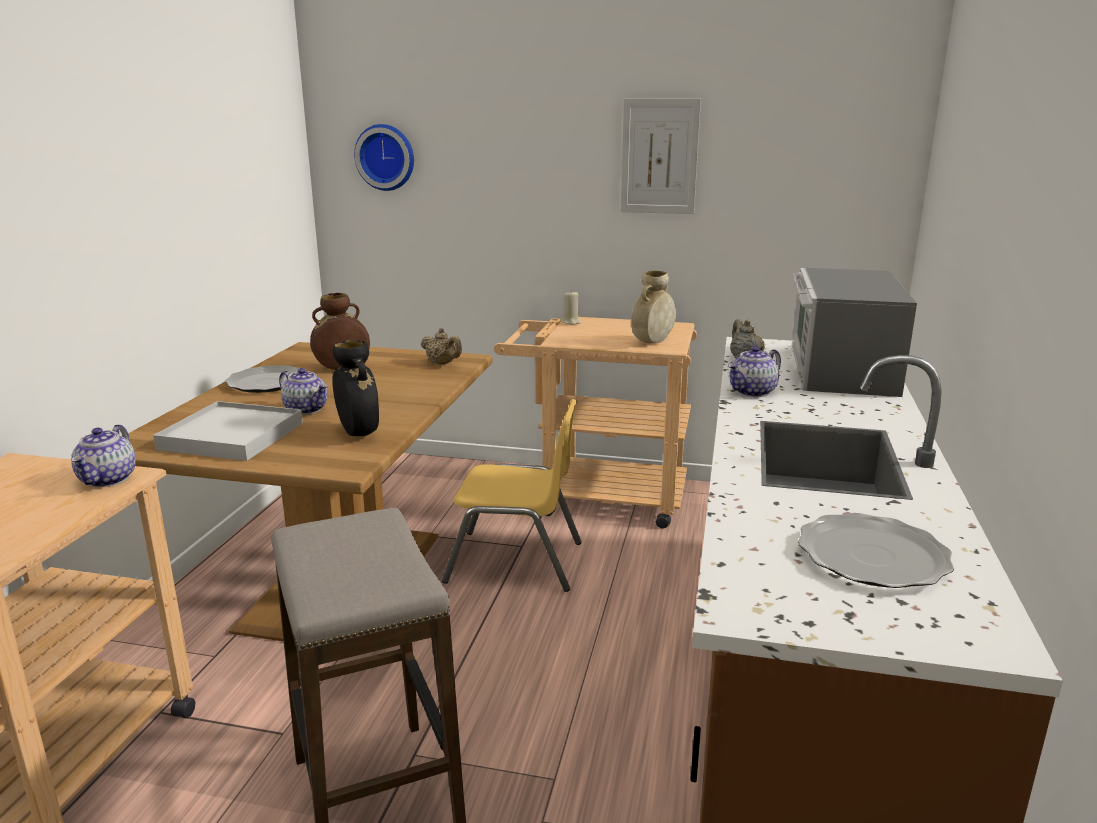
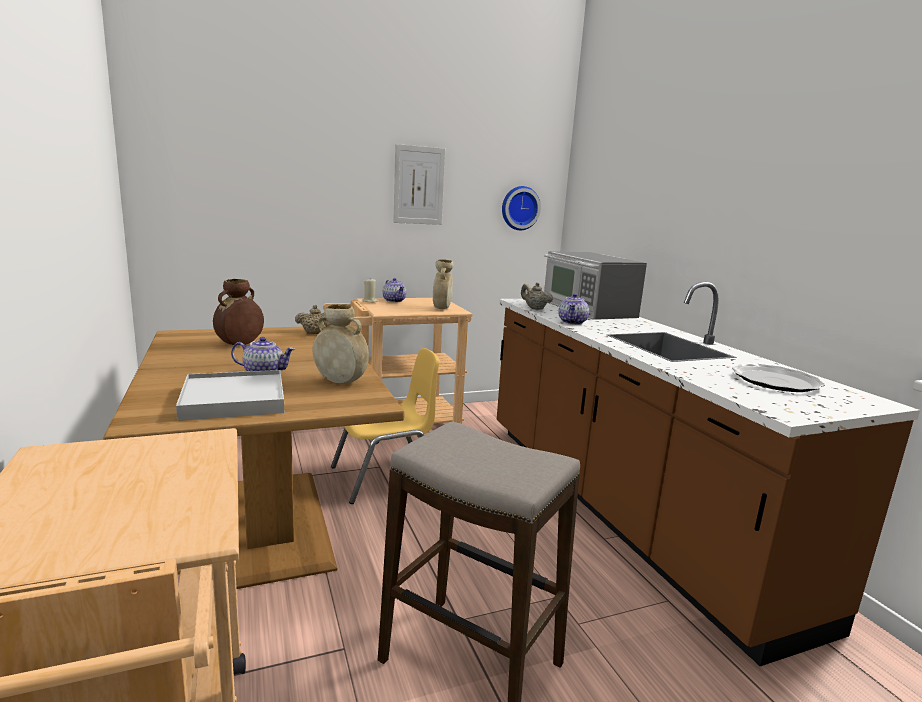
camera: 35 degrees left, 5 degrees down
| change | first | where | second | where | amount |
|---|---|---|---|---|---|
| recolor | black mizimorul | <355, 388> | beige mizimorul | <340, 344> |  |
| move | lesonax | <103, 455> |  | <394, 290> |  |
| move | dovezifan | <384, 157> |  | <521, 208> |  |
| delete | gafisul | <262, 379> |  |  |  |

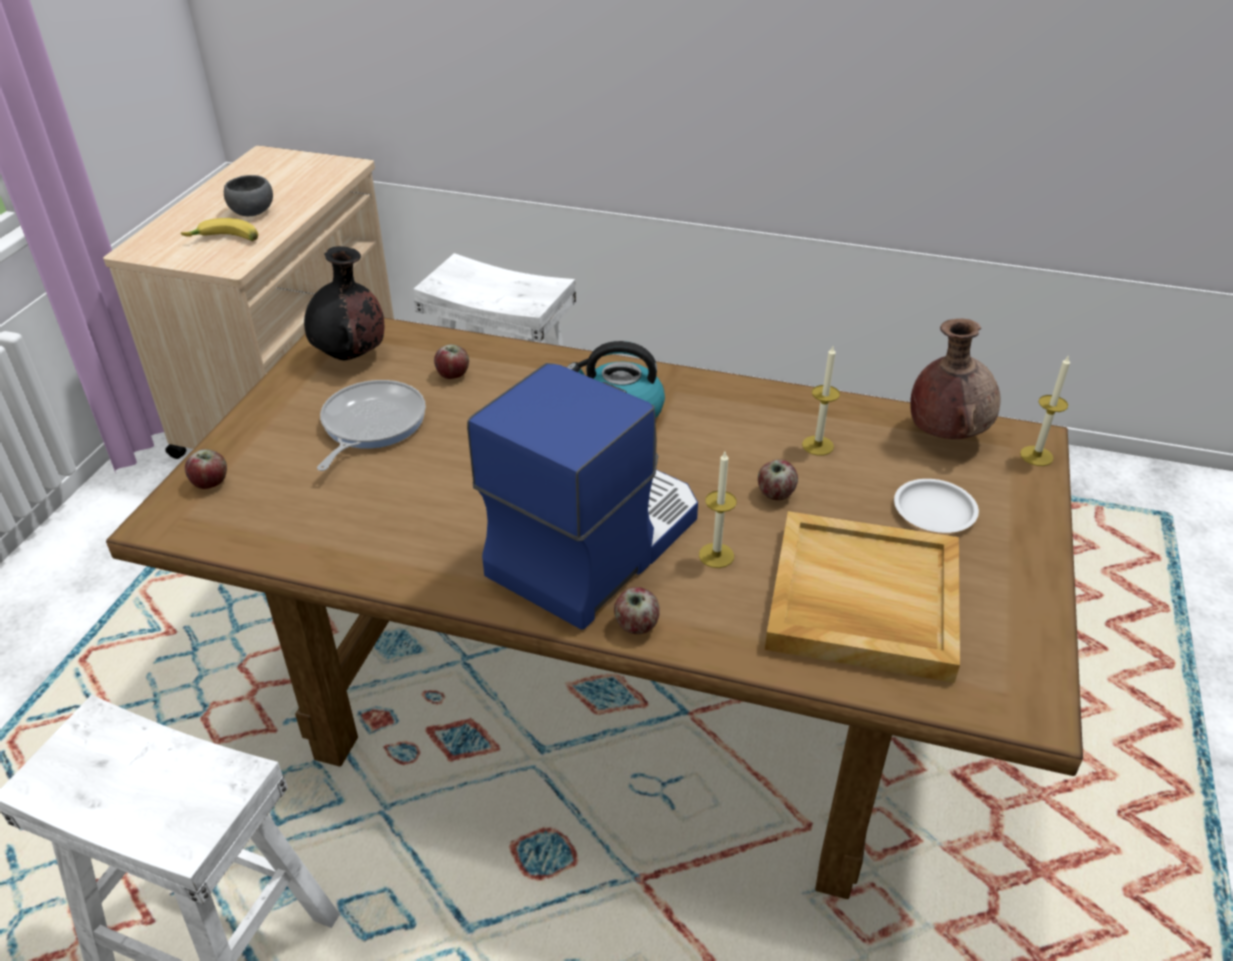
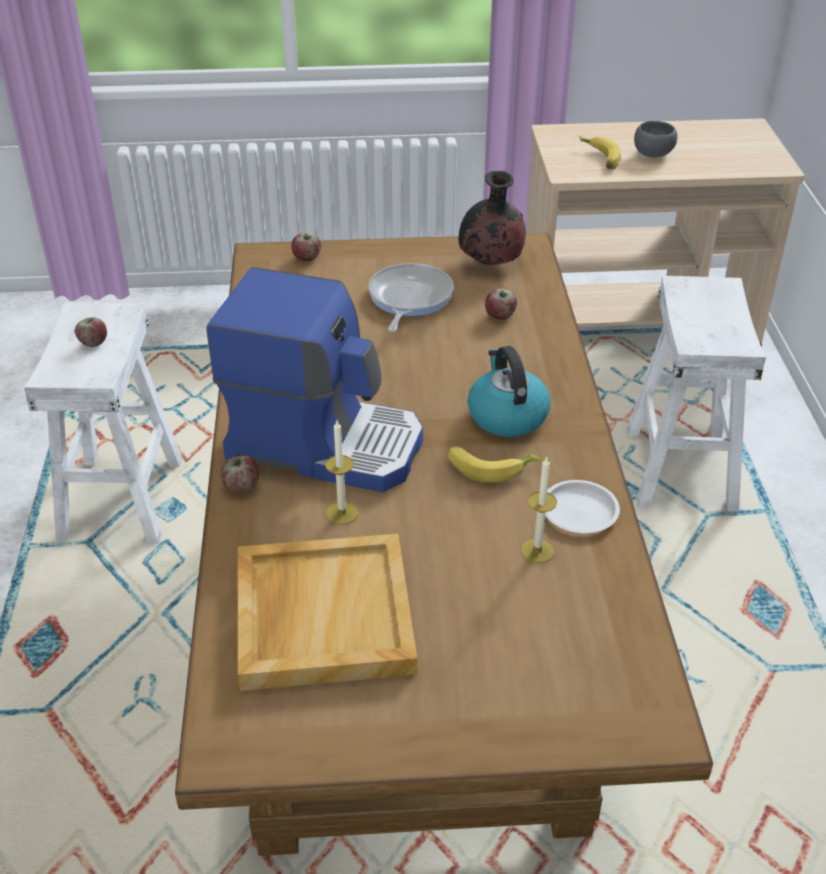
camera: 70 degrees right, 0 degrees up
| change | first | where | second | where | amount |
|---|---|---|---|---|---|
| move | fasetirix | <778, 479> |  | <91, 332> |  |
| rotate | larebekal | <371, 425> |  | <411, 297> | 75 degrees counterclockwise |
| insert |  |  | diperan | <495, 464> |  |
| move | white gafisul | <936, 506> |  | <582, 506> |  |
| delete | brown mizimorul | <955, 379> |  |  |  |
| delete | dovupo | <1045, 410> |  |  |  |

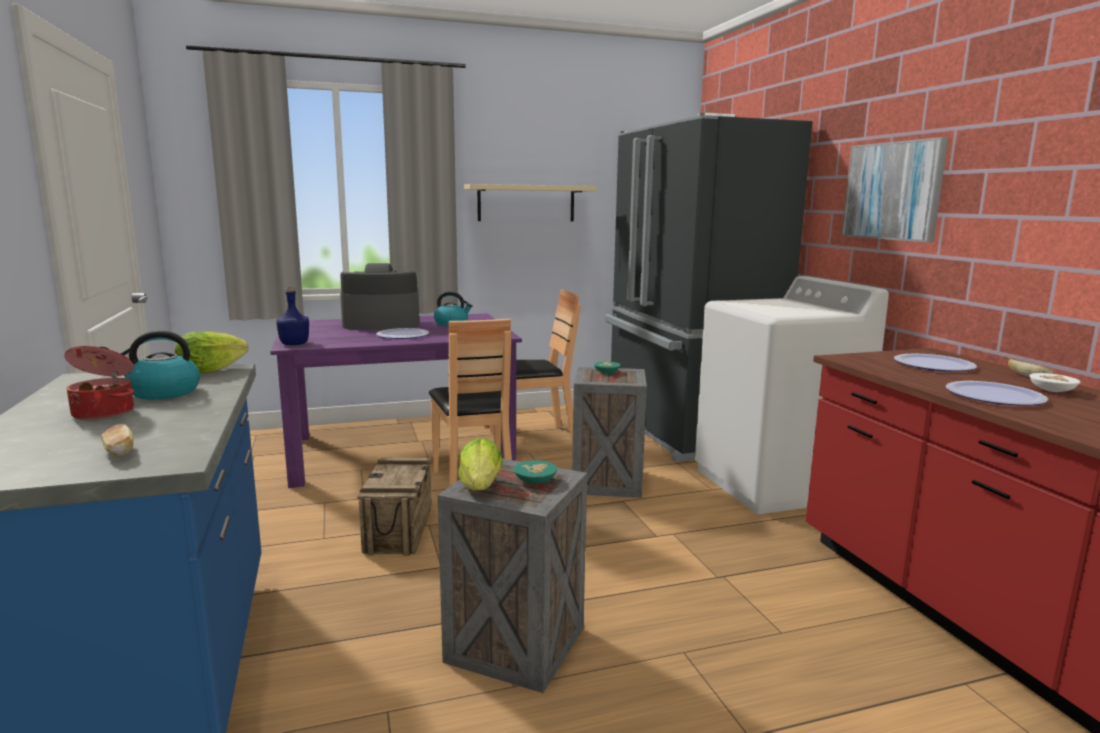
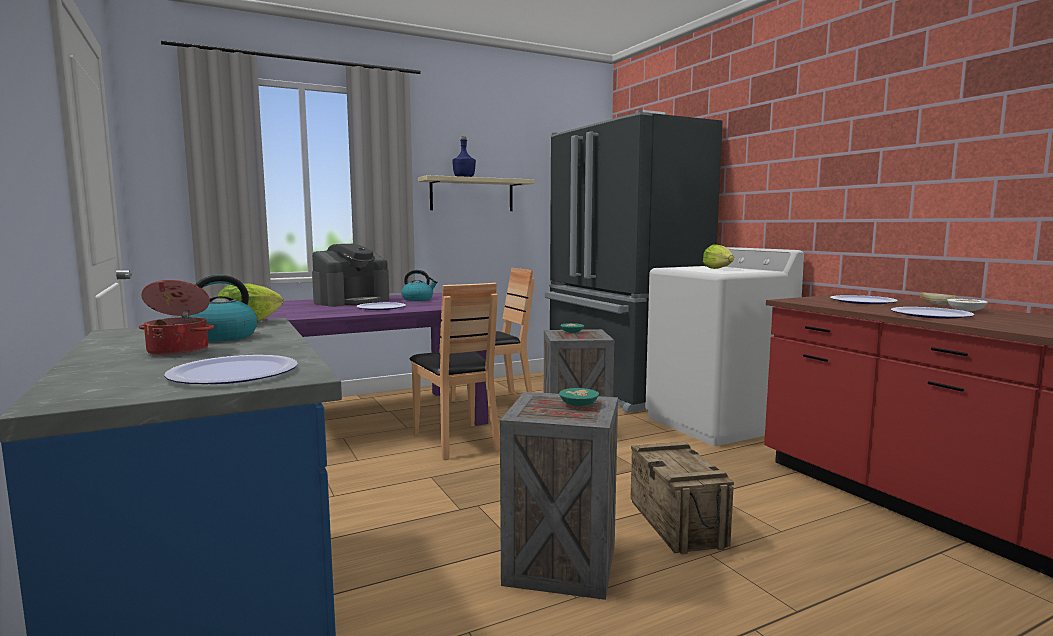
camera: 10 degrees left, 5 degrees down
| change | first | where | second | where | amount |
|---|---|---|---|---|---|
| replace | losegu | <118, 440> | gafisul | <231, 369> |  |
| rotate | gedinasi | <379, 296> |  | <350, 275> | 150 degrees clockwise |
| move | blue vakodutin | <292, 316> |  | <464, 156> |  |
| move | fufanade | <394, 506> |  | <682, 498> |  |
| move | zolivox | <480, 464> |  | <718, 256> |  |
| delete | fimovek | <895, 189> |  |  |  |

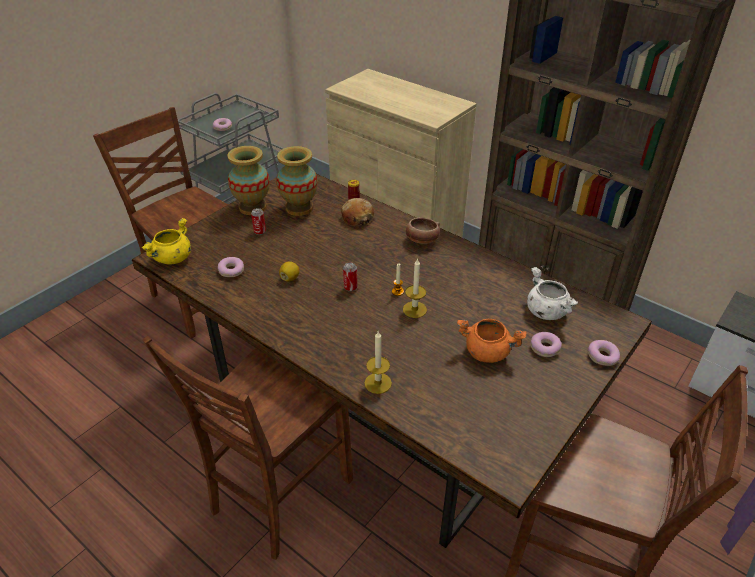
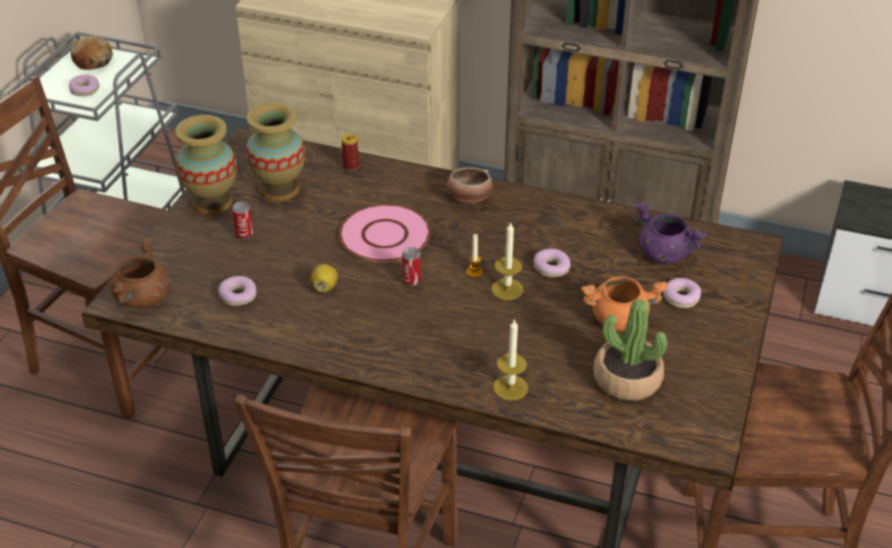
camera: 20 degrees left, 0 degrees up
| change | first | where | second | where | amount |
|---|---|---|---|---|---|
| move | losegu | <357, 212> |  | <92, 53> |  |
| recolor | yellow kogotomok | <166, 241> | brown kogotomok | <140, 273> |  |
| insert |  |  | pink gafisul | <385, 233> |  |
| move | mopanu | <604, 353> |  | <552, 263> |  |
| insert |  |  | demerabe | <630, 350> |  |
| recolor | white kogotomok | <552, 293> | purple kogotomok | <671, 233> |  |

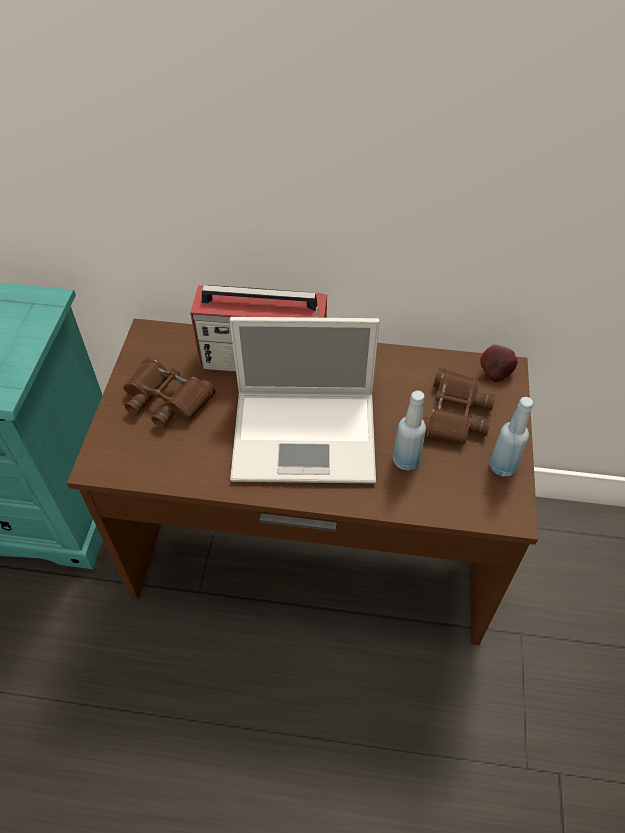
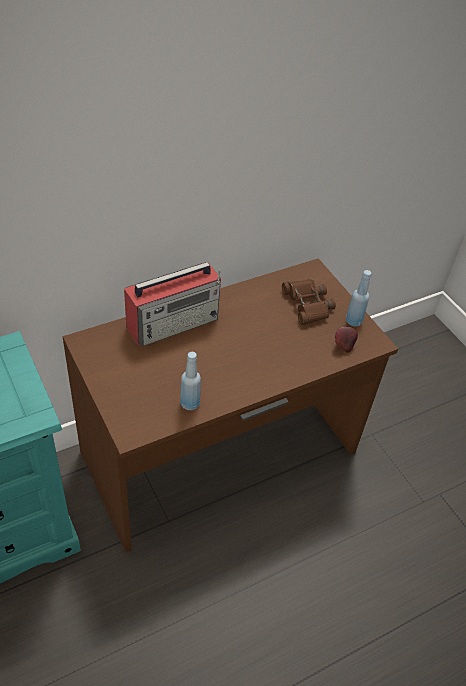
camera: 40 degrees left, 5 degrees down
| change | first | where | second | where | amount |
|---|---|---|---|---|---|
| move | blue vakodutin | <409, 430> |  | <190, 381> |  |
| move | fasetirix | <499, 363> |  | <346, 340> |  |
| delete | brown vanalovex | <169, 392> |  |  |  |
| delete | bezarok | <305, 400> |  |  |  |

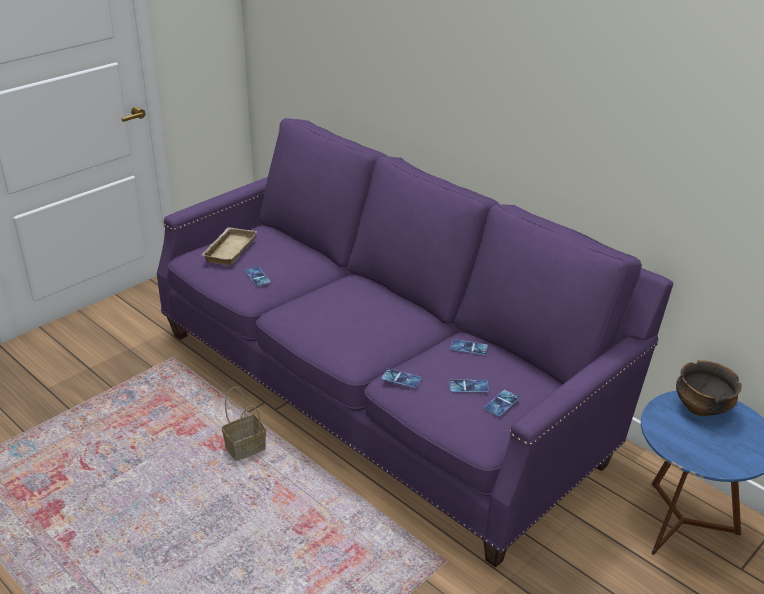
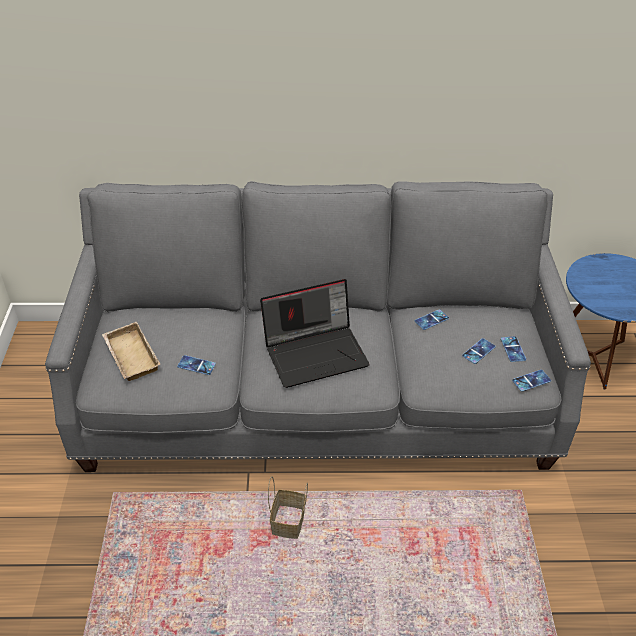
camera: 45 degrees left, 10 degrees up
| change | first | where | second | where | amount |
|---|---|---|---|---|---|
| recolor | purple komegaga | <415, 342> | grey komegaga | <318, 326> |  |
| insert |  |  | bezarok | <315, 333> |  |
| move | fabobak | <401, 378> |  | <531, 381> |  |
| delete | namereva | <709, 388> |  |  |  |

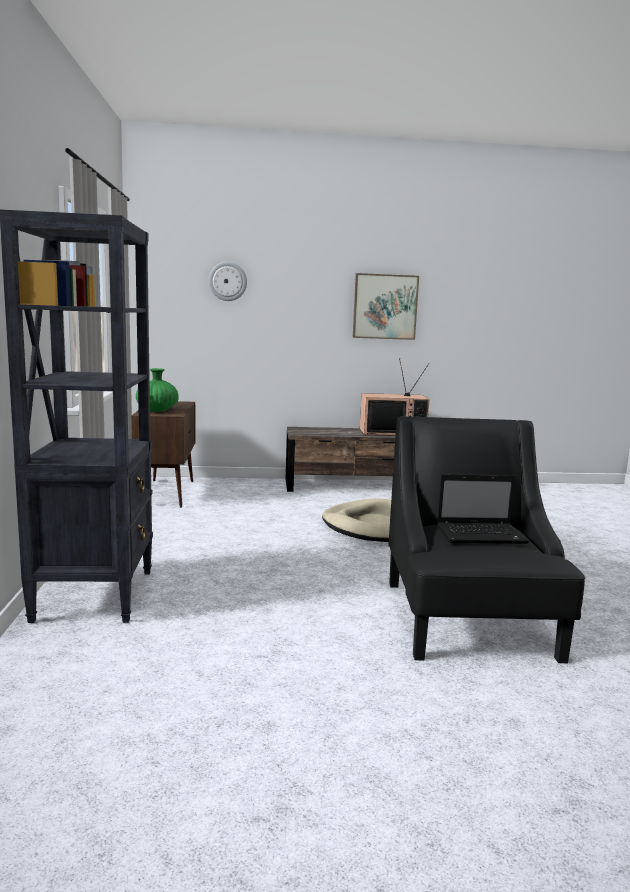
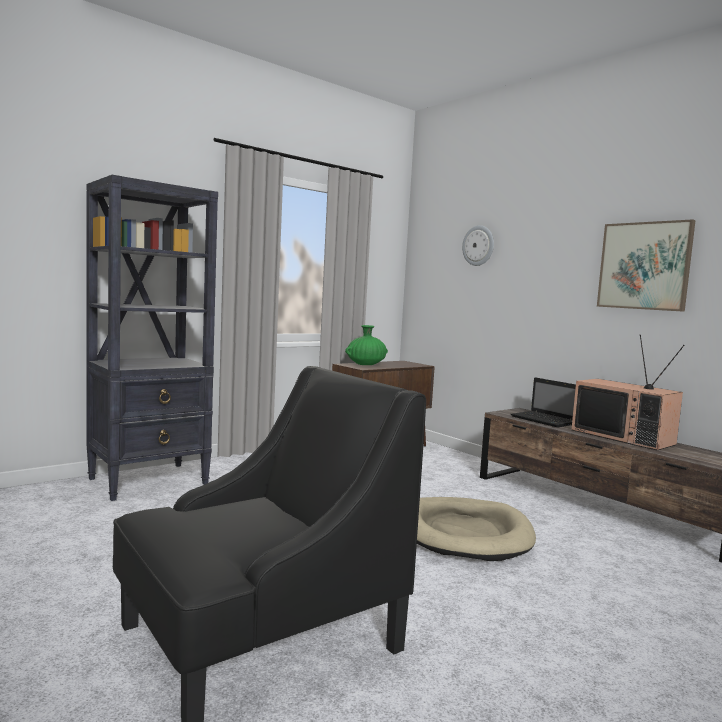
camera: 55 degrees right, 5 degrees down
| change | first | where | second | where | amount |
|---|---|---|---|---|---|
| move | bezarok | <483, 509> |  | <543, 402> |  |

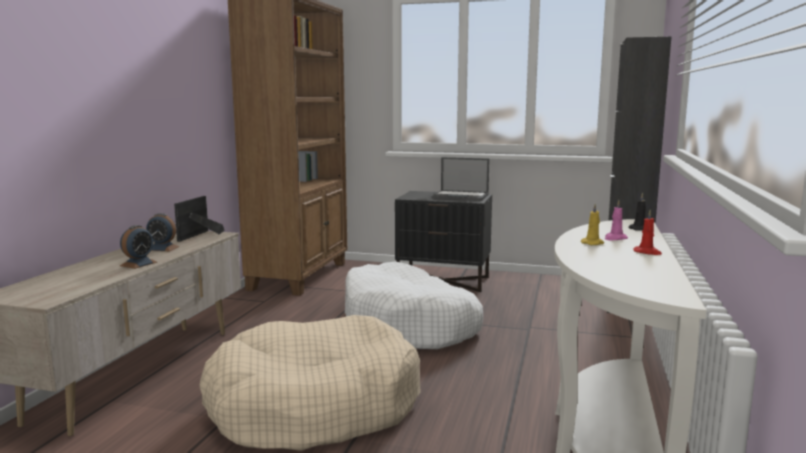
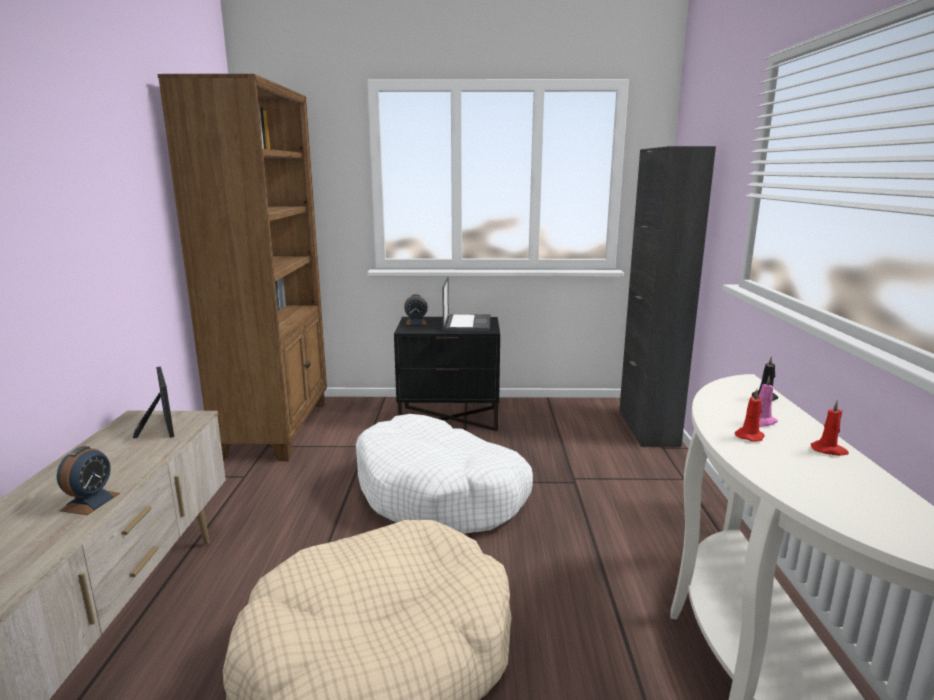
camera: 15 degrees left, 5 degrees up
| change | first | where | second | where | amount |
|---|---|---|---|---|---|
| rotate | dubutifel | <199, 219> |  | <153, 403> | 150 degrees clockwise |
| move | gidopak | <163, 232> |  | <416, 309> |  |
| rotate | bezarok | <460, 179> |  | <466, 303> | 90 degrees counterclockwise |
| recolor | yellow dovupo | <592, 224> | red dovupo | <749, 415> |  |

